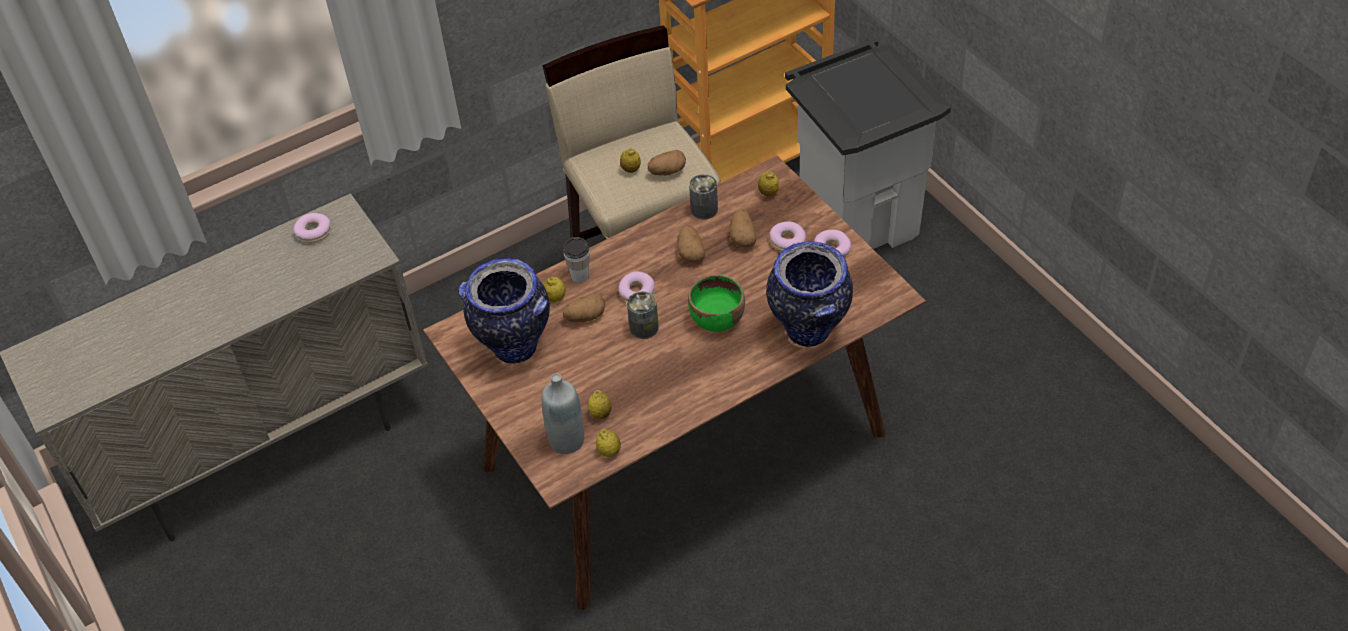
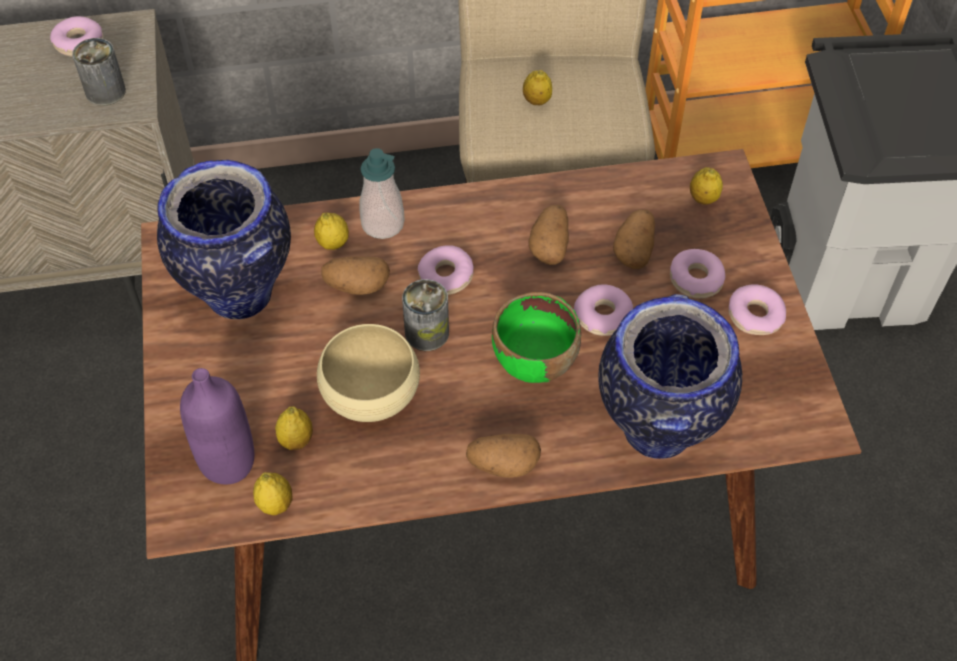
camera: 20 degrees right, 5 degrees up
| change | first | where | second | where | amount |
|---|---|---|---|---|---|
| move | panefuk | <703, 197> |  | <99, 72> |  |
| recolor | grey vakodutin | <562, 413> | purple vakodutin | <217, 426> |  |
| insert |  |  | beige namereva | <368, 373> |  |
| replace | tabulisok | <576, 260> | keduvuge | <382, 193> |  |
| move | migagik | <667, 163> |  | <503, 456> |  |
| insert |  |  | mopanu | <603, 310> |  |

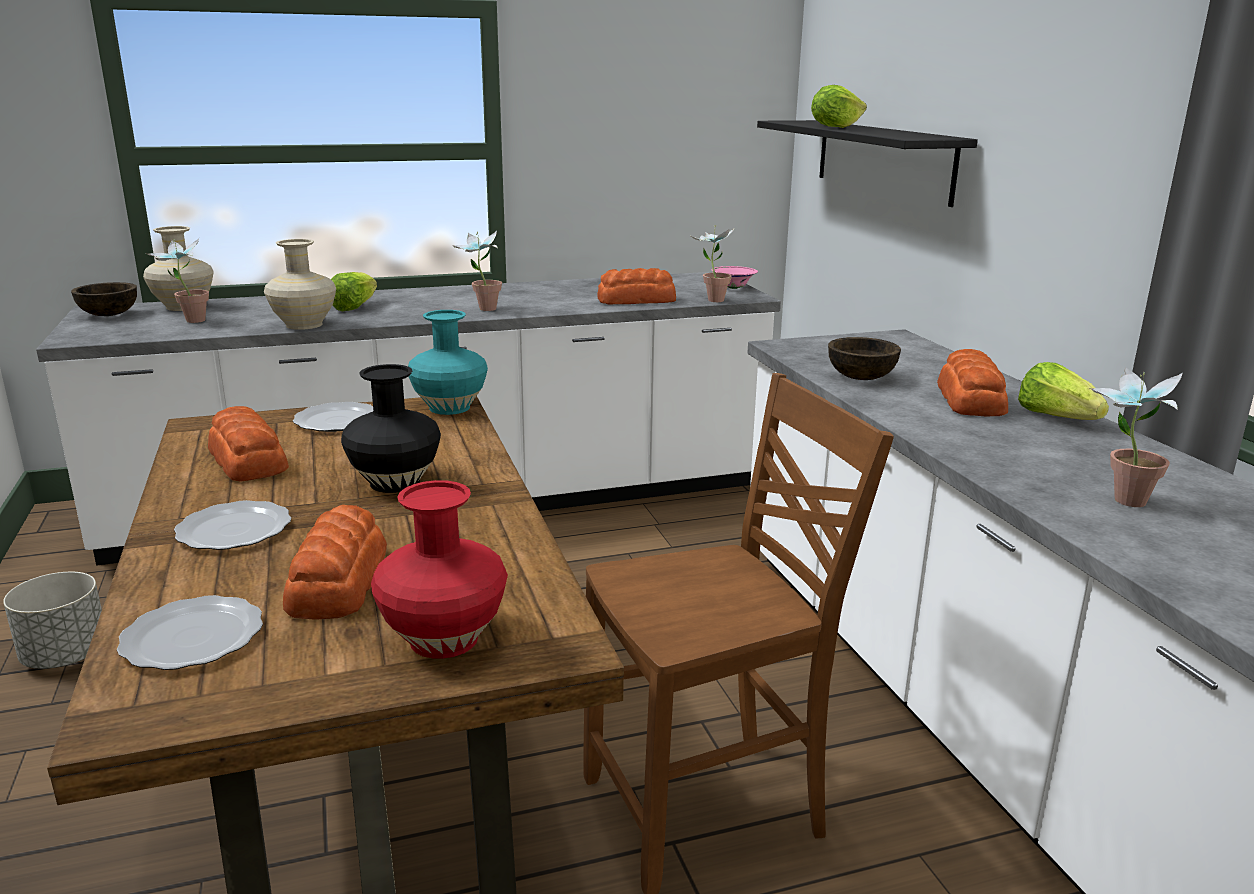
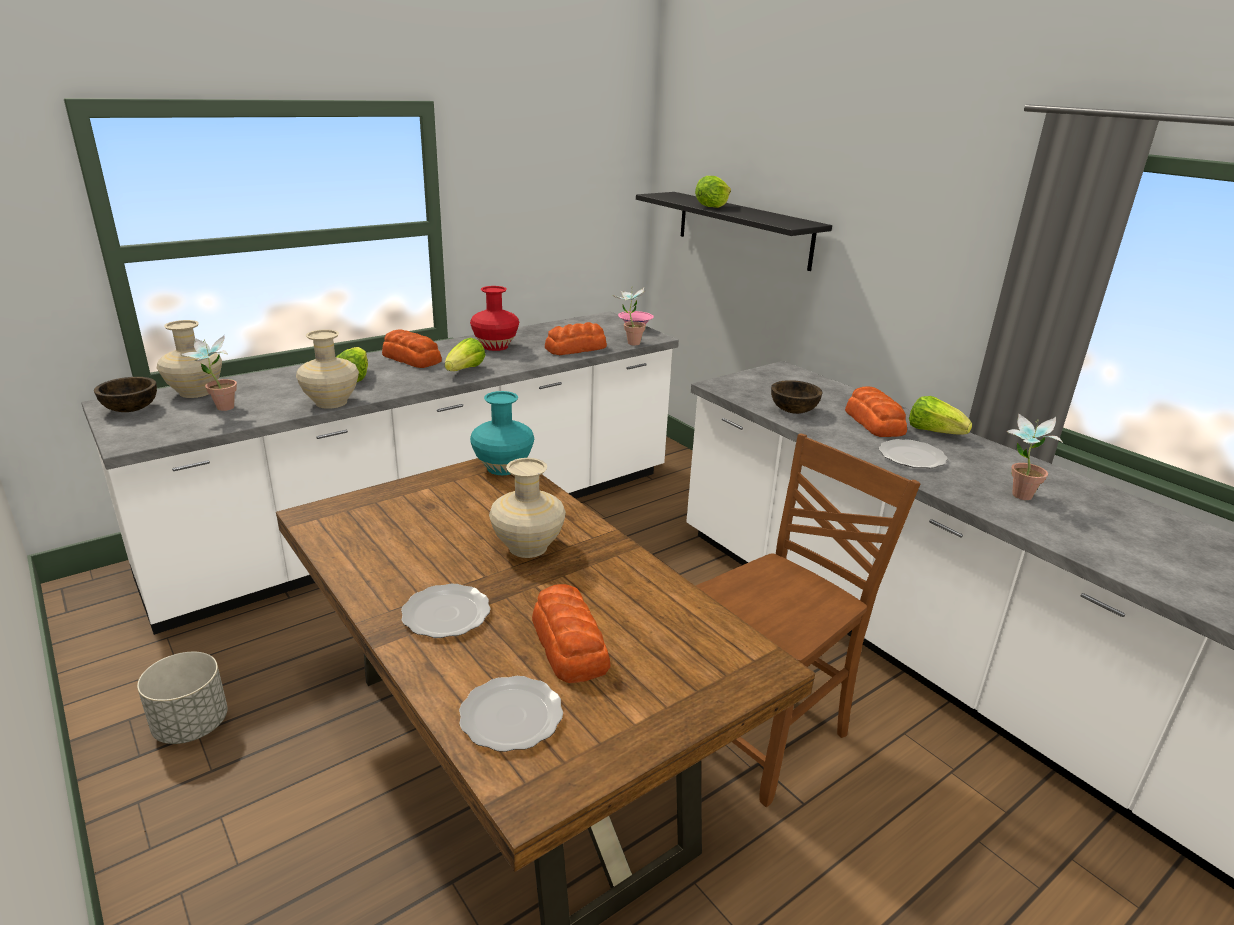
camera: 20 degrees left, 5 degrees up
| change | first | where | second | where | amount |
|---|---|---|---|---|---|
| move | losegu | <248, 444> |  | <412, 349> |  |
| replace | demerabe | <477, 270> | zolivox | <465, 354> |  |
| move | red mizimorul | <439, 569> |  | <494, 318> |  |
| recolor | black mizimorul | <391, 428> | beige mizimorul | <527, 508> |  |
| move | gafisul | <333, 417> |  | <913, 453> |  |

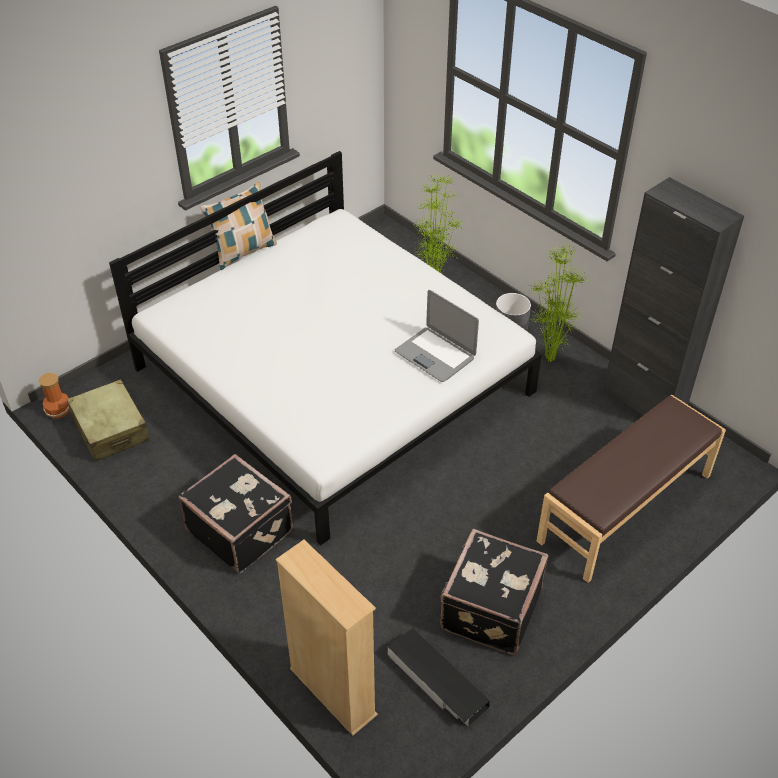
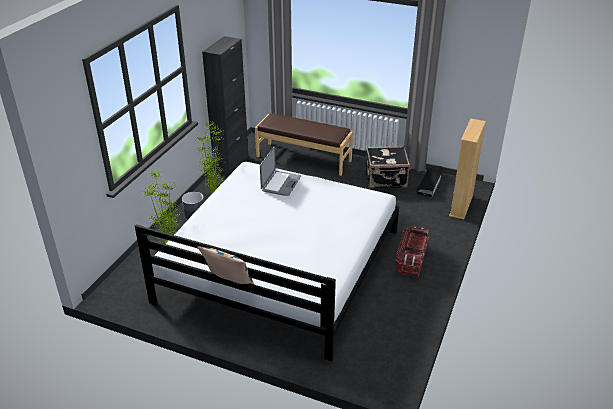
camera: 115 degrees left, 10 degrees down
| change | first | where | second | where | amount |
|---|---|---|---|---|---|
| replace | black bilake | <236, 513> | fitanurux | <412, 252> |  |
| delete | mizimorul | <54, 396> |  |  |  |
| delete | beige bilake | <107, 420> |  |  |  |

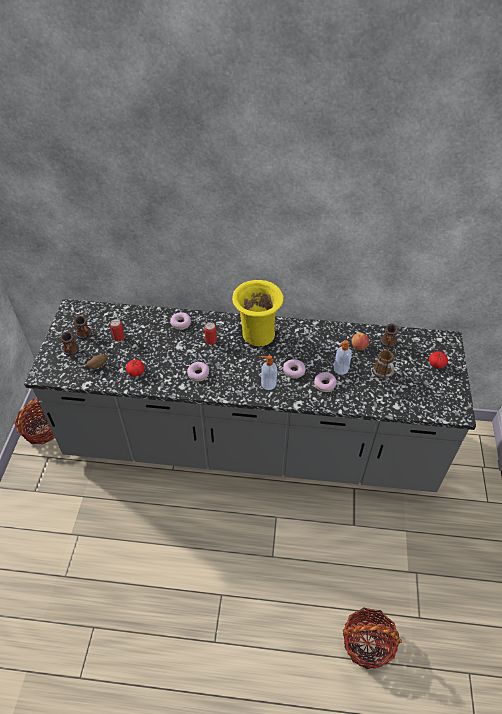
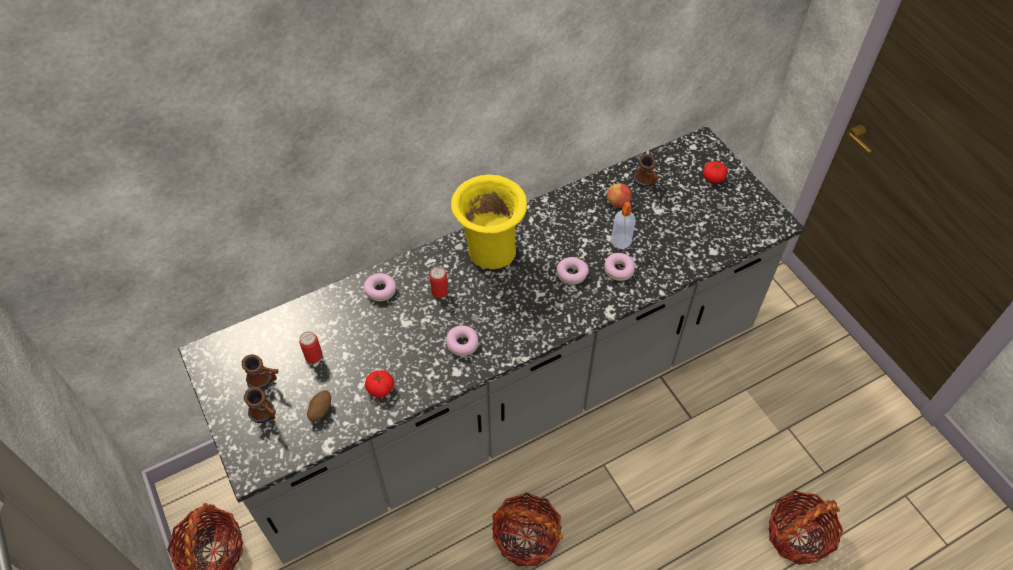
camera: 35 degrees left, 5 degrees up
| change | first | where | second | where | amount |
|---|---|---|---|---|---|
| insert |  |  | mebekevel | <527, 529> |  |
| delete | keduvuge | <268, 372> |  |  |  |
| delete | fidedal | <383, 365> |  |  |  |

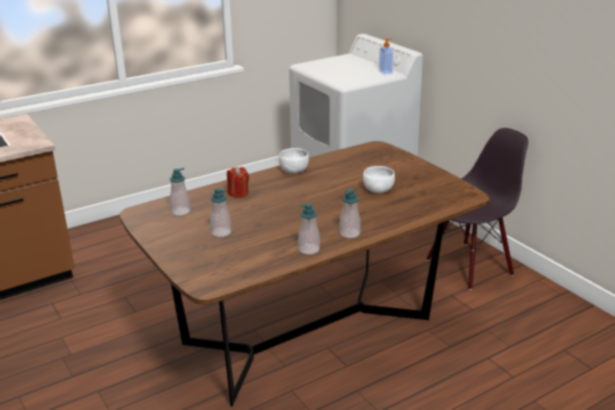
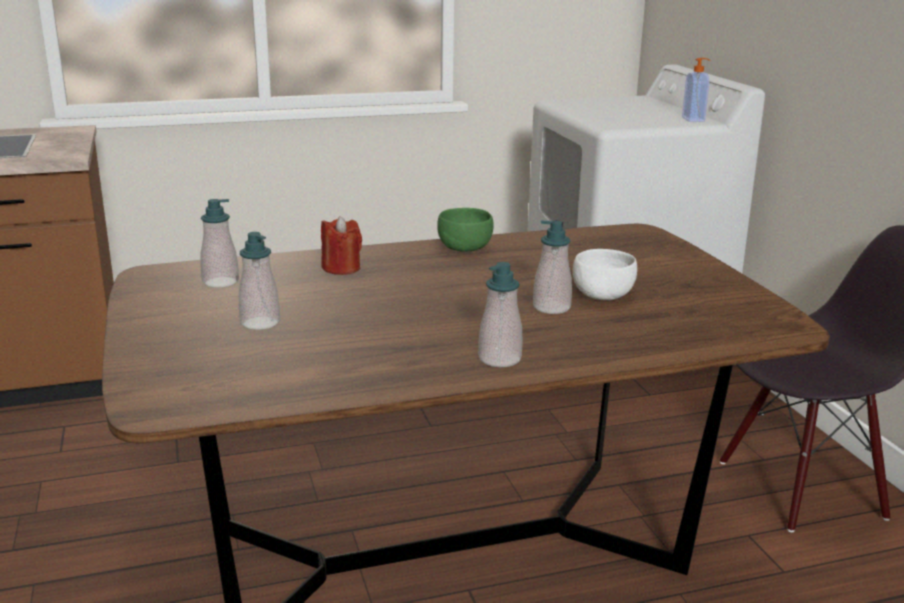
camera: 15 degrees right, 5 degrees down
| change | first | where | second | where | amount |
|---|---|---|---|---|---|
| recolor | white namereva | <294, 160> | green namereva | <465, 229> |  |
| move | keduvuge | <309, 229> |  | <552, 267> |  |

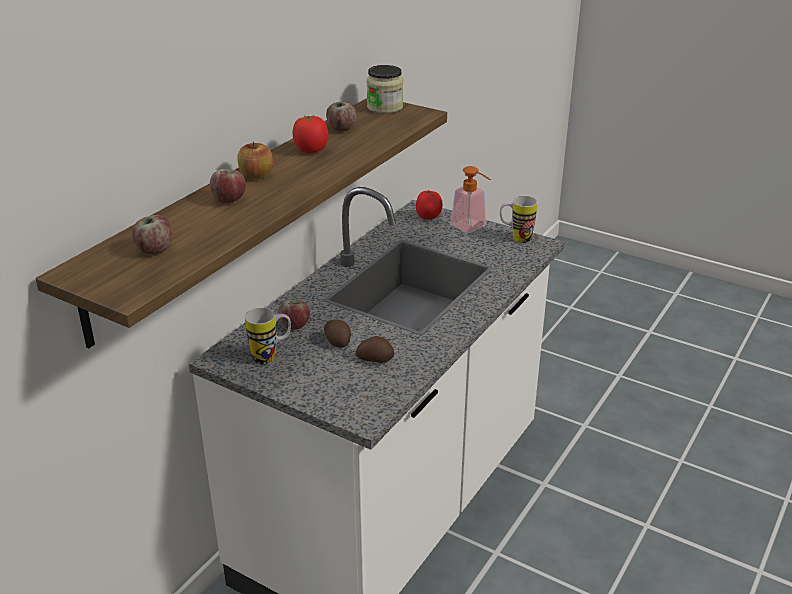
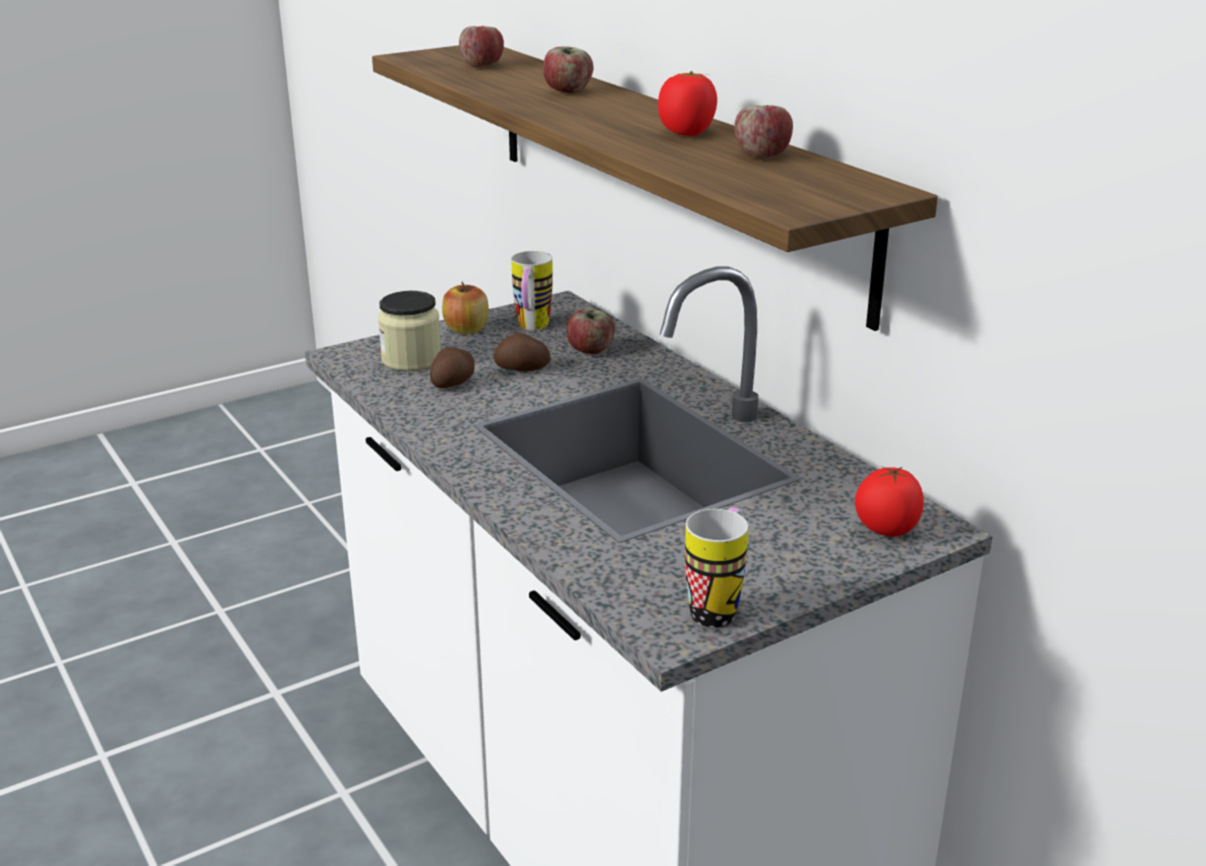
camera: 115 degrees right, 5 degrees down
| change | first | where | second | where | amount |
|---|---|---|---|---|---|
| move | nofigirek | <385, 89> |  | <409, 331> |  |
| move | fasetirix | <255, 160> |  | <465, 308> |  |
| delete | keduvuge | <470, 199> |  |  |  |

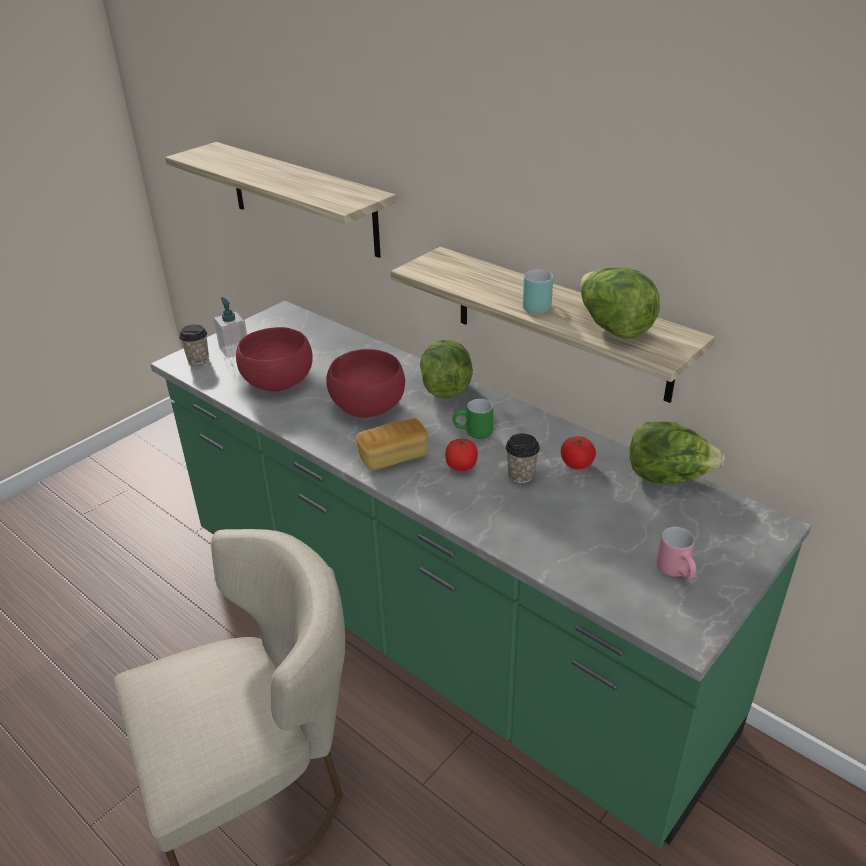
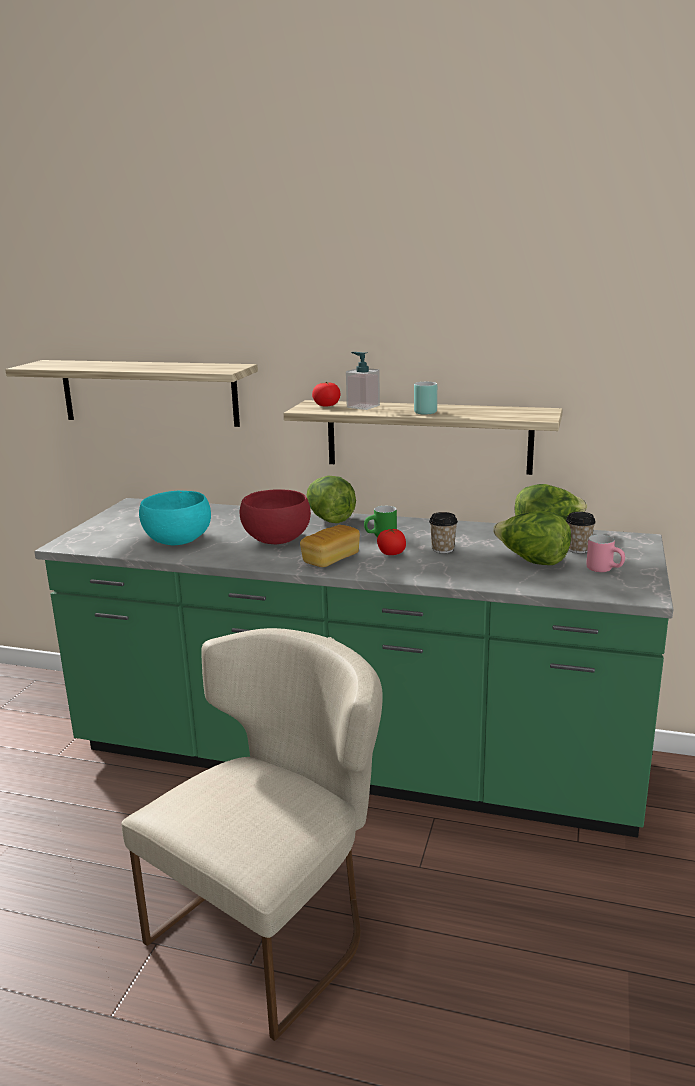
camera: 25 degrees left, 15 degrees down
| change | first | where | second | where | amount |
|---|---|---|---|---|---|
| recolor | red namereva | <274, 359> | turquoise namereva | <175, 518> |  |
| move | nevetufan | <578, 452> |  | <326, 394> |  |
| move | keduvuge | <230, 327> |  | <363, 381> |  |
| move | zolivox | <620, 303> |  | <532, 538> |  |
| move | tabulisok | <194, 344> |  | <581, 532> |  |

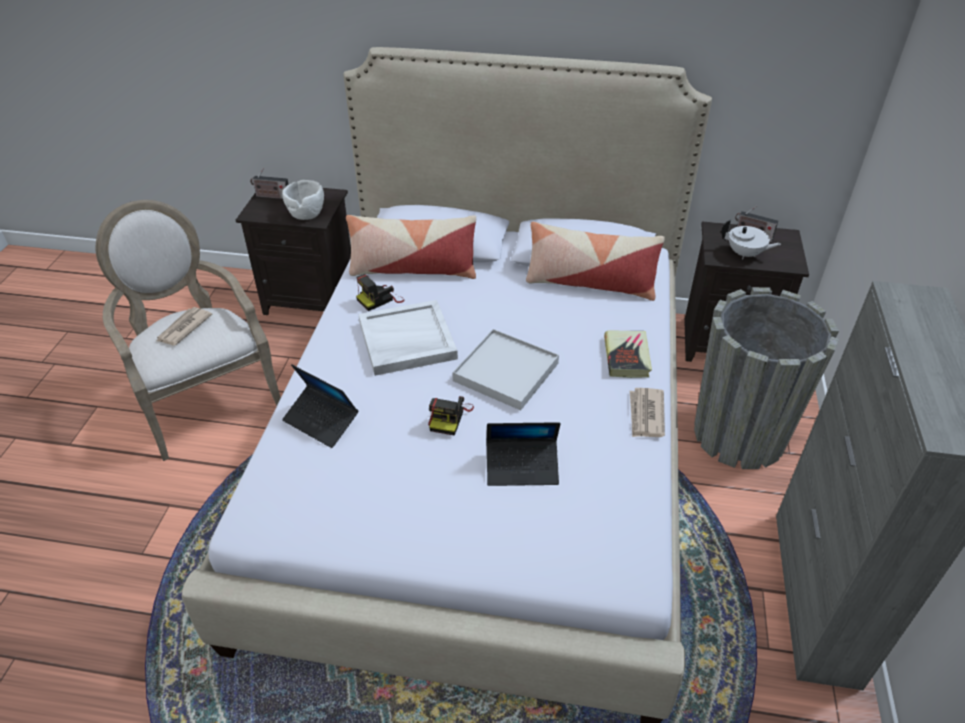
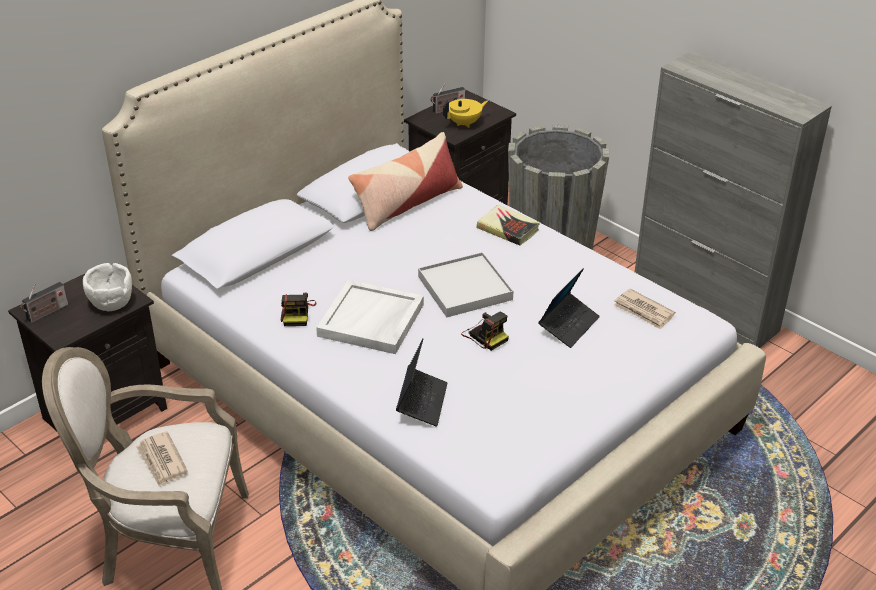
camera: 55 degrees left, 5 degrees down
| change | first | where | second | where | amount |
|---|---|---|---|---|---|
| rotate | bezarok | <320, 406> |  | <422, 383> | 60 degrees counterclockwise |
| recolor | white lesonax | <751, 240> | yellow lesonax | <465, 113> |  |
| move | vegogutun | <647, 412> |  | <644, 309> |  |
| delete | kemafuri | <411, 247> |  |  |  |

